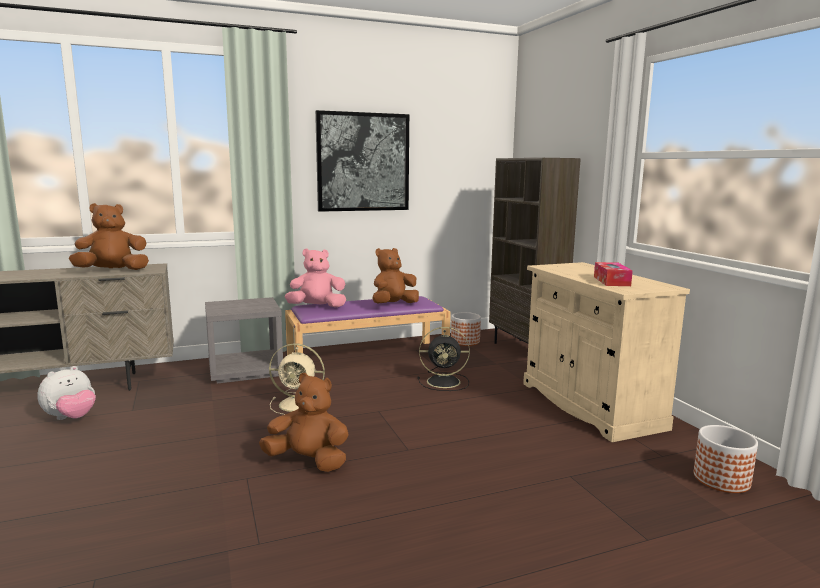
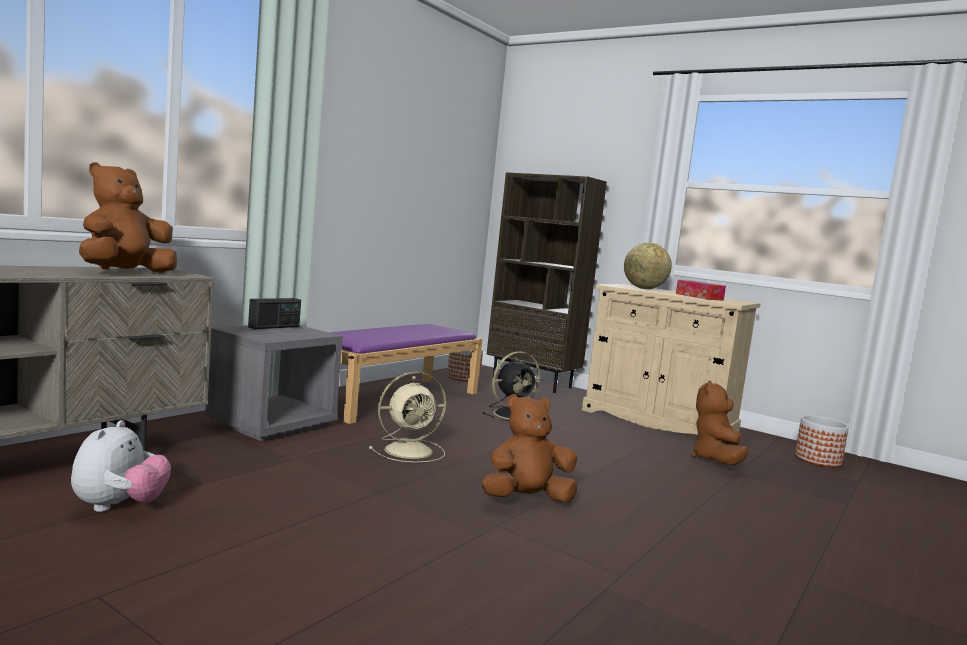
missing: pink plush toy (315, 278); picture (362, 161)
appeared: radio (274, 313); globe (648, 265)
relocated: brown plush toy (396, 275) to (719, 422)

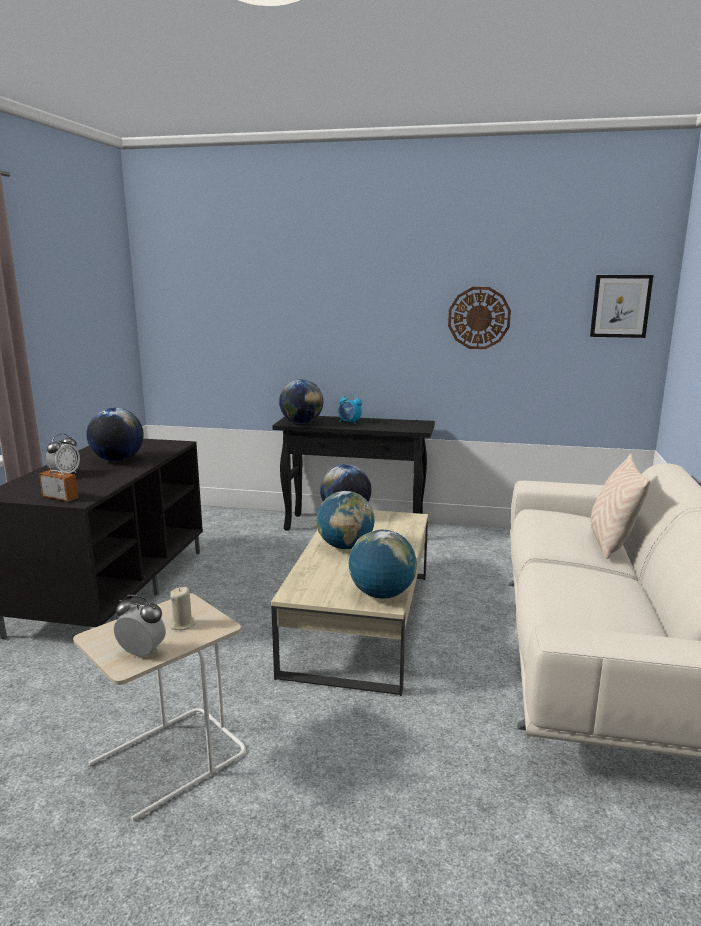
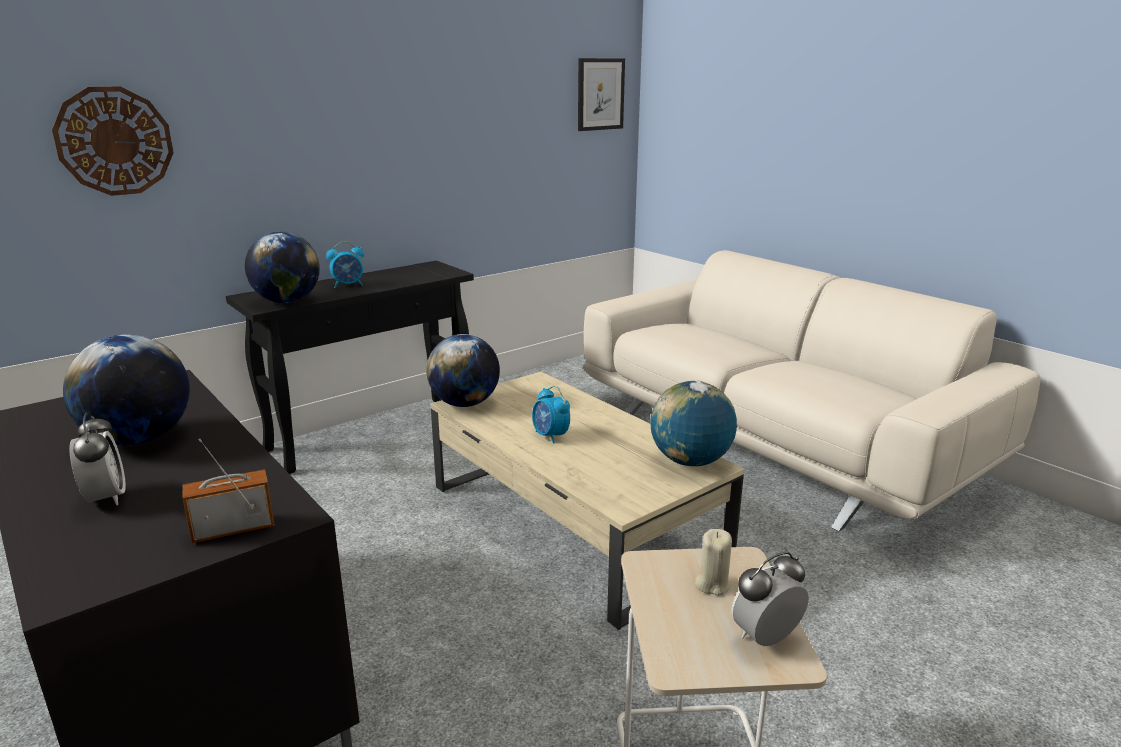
missing: beige pillow (620, 506)
relocated: wall clock (479, 318) to (113, 141)
exchanged: globe (345, 520) to alarm clock (551, 415)

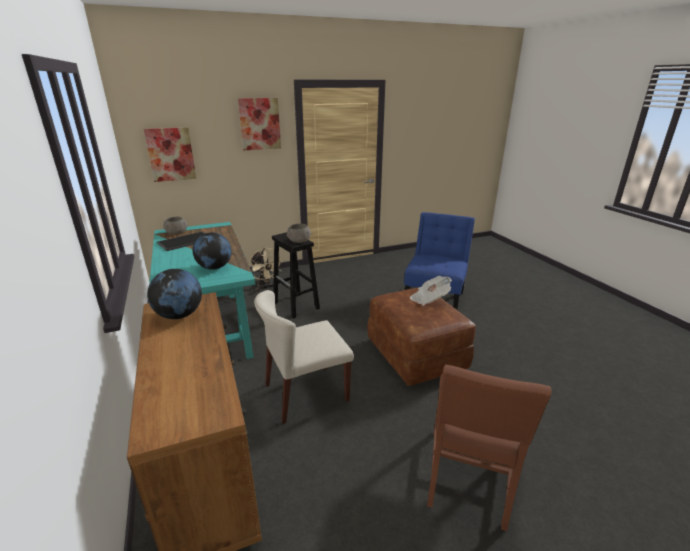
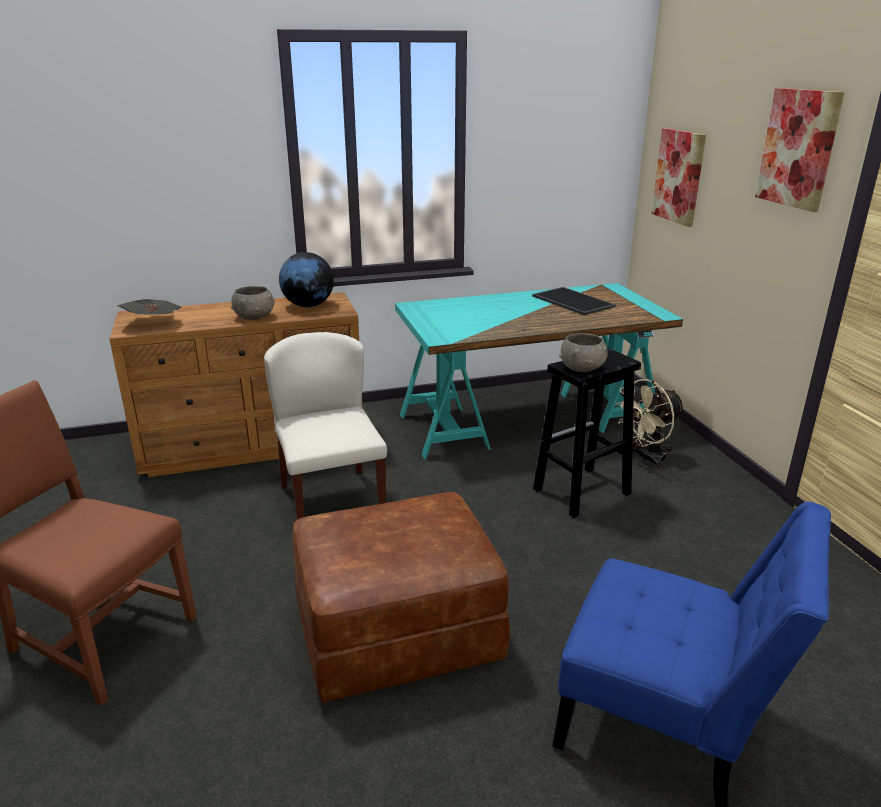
missing: globe (212, 251)
relocated: grey bowl (175, 226) to (253, 303); newspaper (431, 291) to (149, 307)

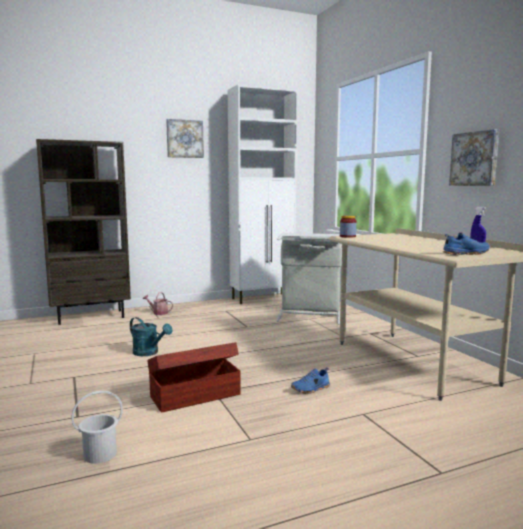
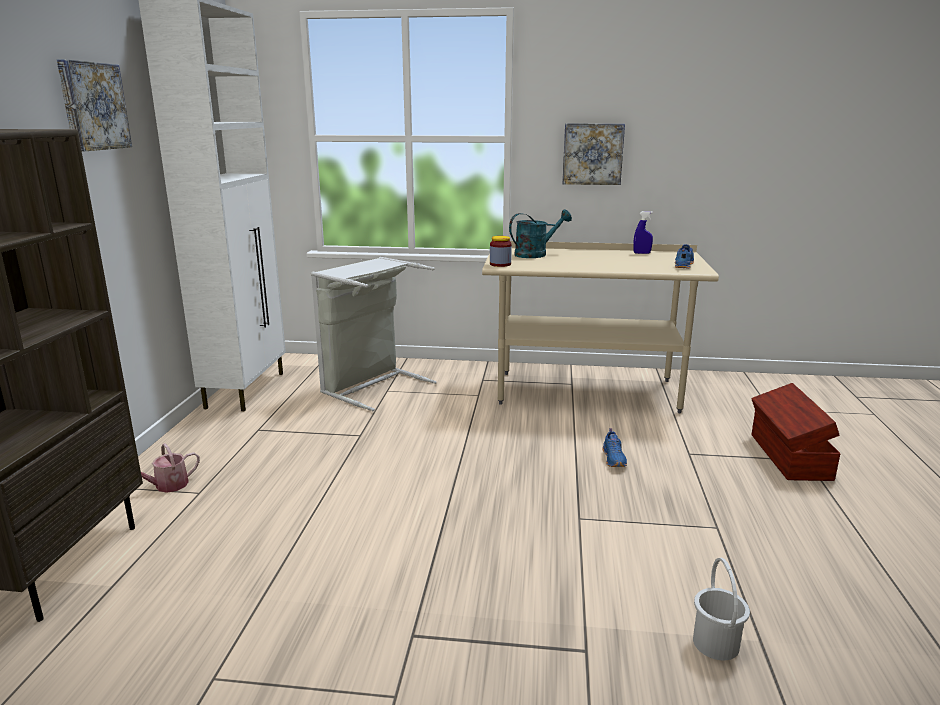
relocated: turquoise watering can (151, 336) to (540, 233); brown storage box (194, 377) to (796, 432)

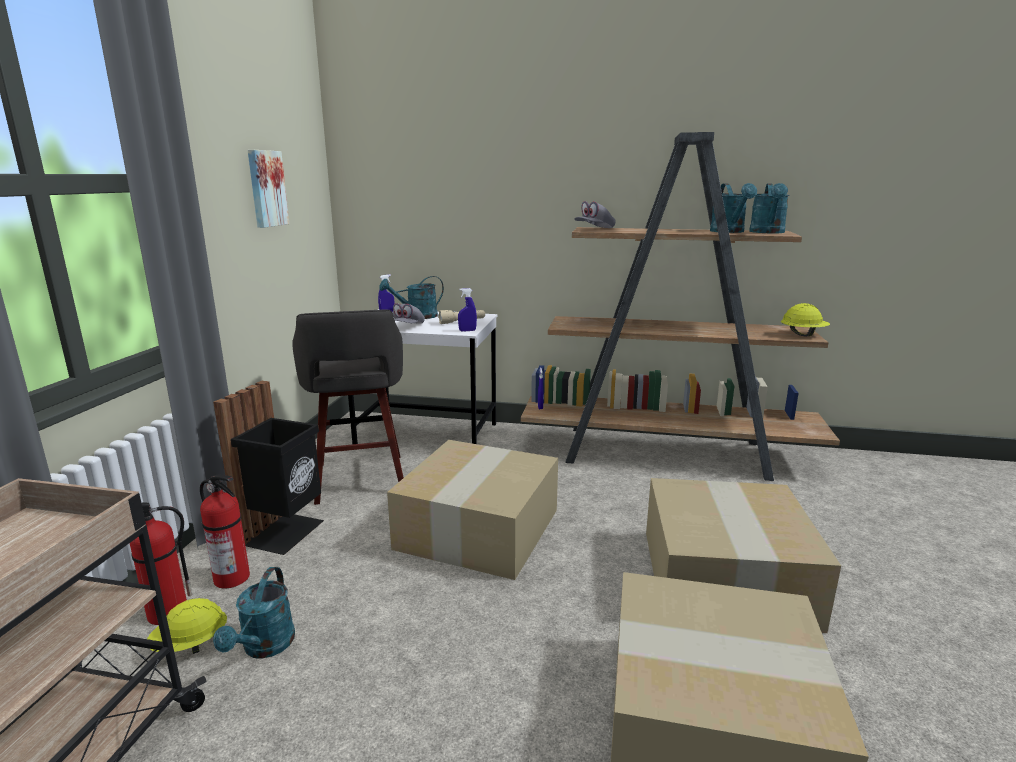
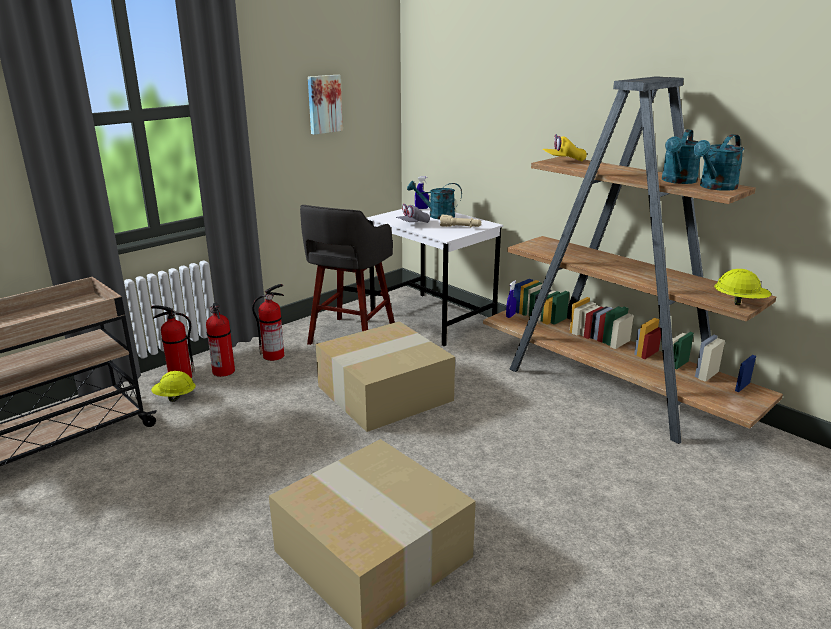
missing: turquoise watering can (254, 613); blue spray bottle (467, 309); cardboard box (743, 555)
exchanged: black trash can (268, 468) to fire extinguisher (268, 322)
colour: grey cap (595, 214) to yellow cap (565, 147)

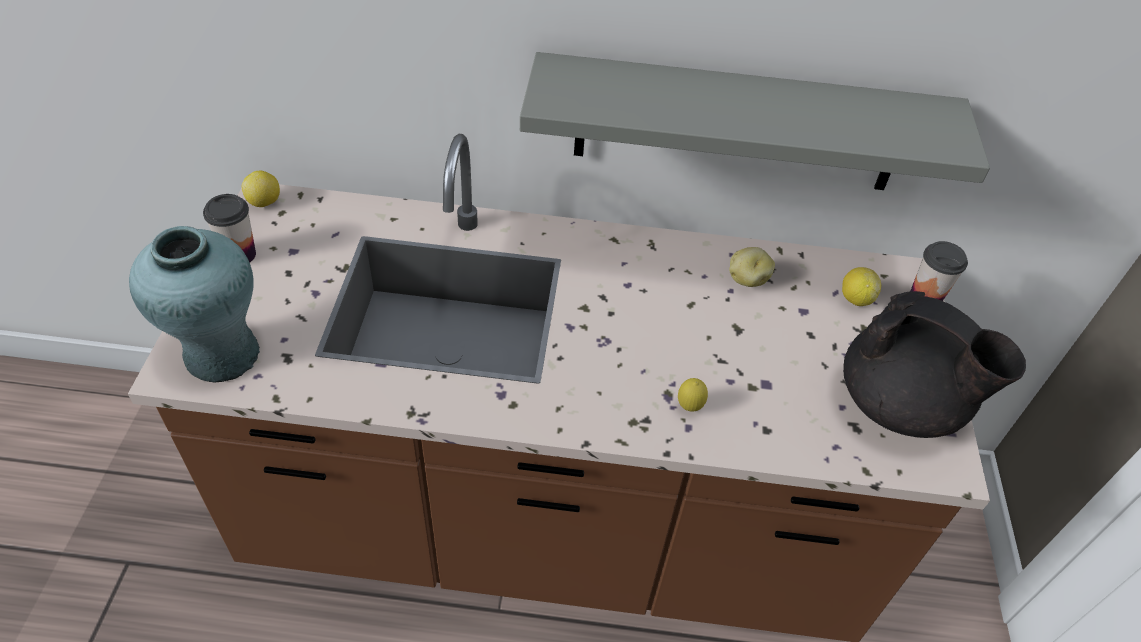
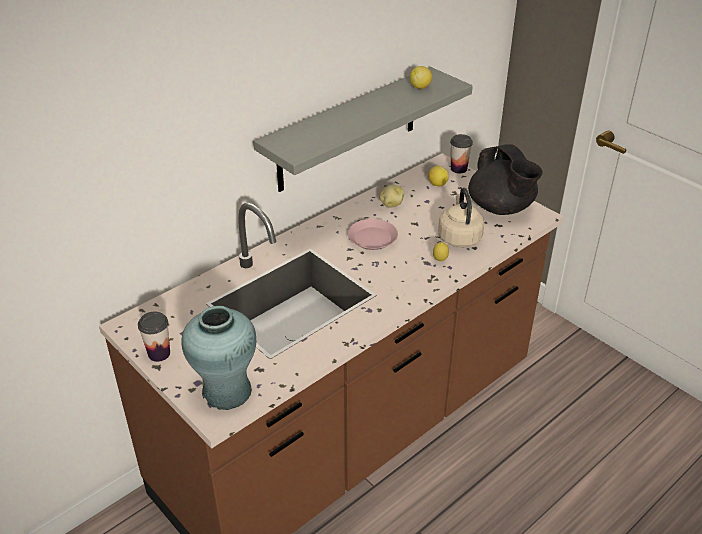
appeared: pink plate (373, 234); beige kettle (461, 217)
relocated: lemon (261, 189) to (421, 77)
spun: black teapot (934, 364) = (505, 179) 75 degrees clockwise

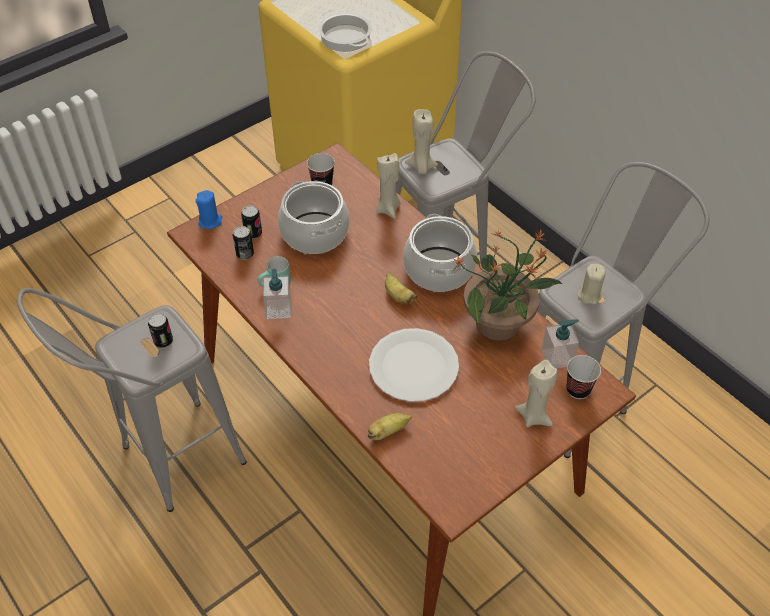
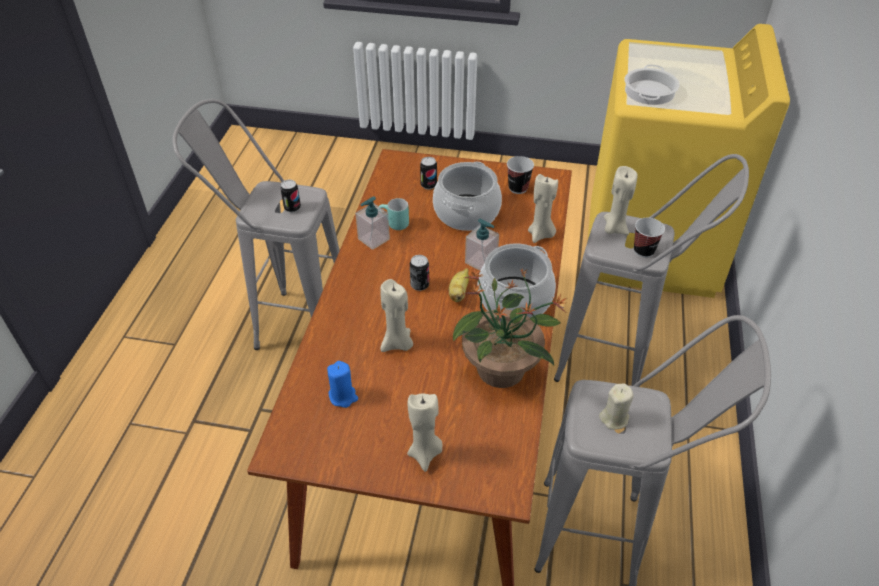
missing: banana (390, 426)
relocated: blue candle (208, 209) to (342, 384); can (243, 243) to (419, 273); soap dispenser (560, 344) to (482, 245); cup (583, 377) to (649, 238)
exchanged: white plate (414, 365) to beige candle (396, 315)

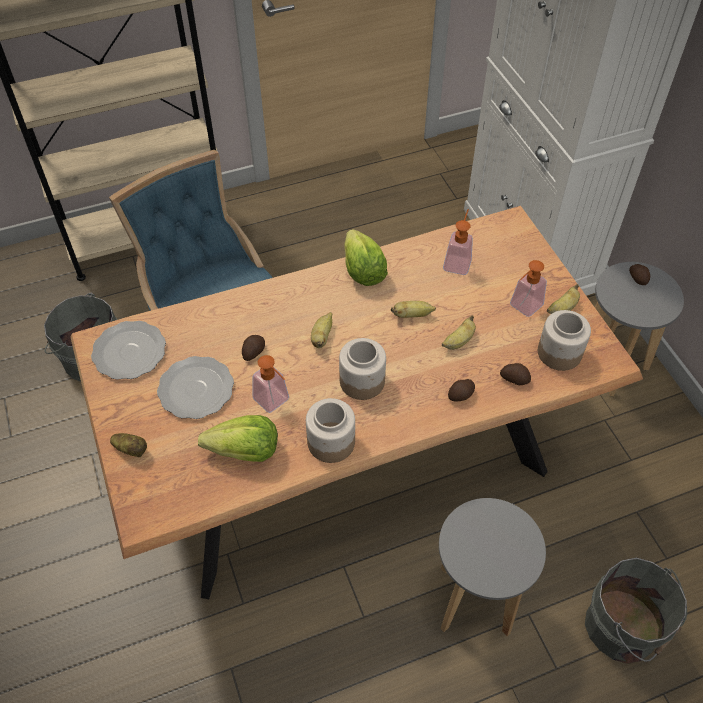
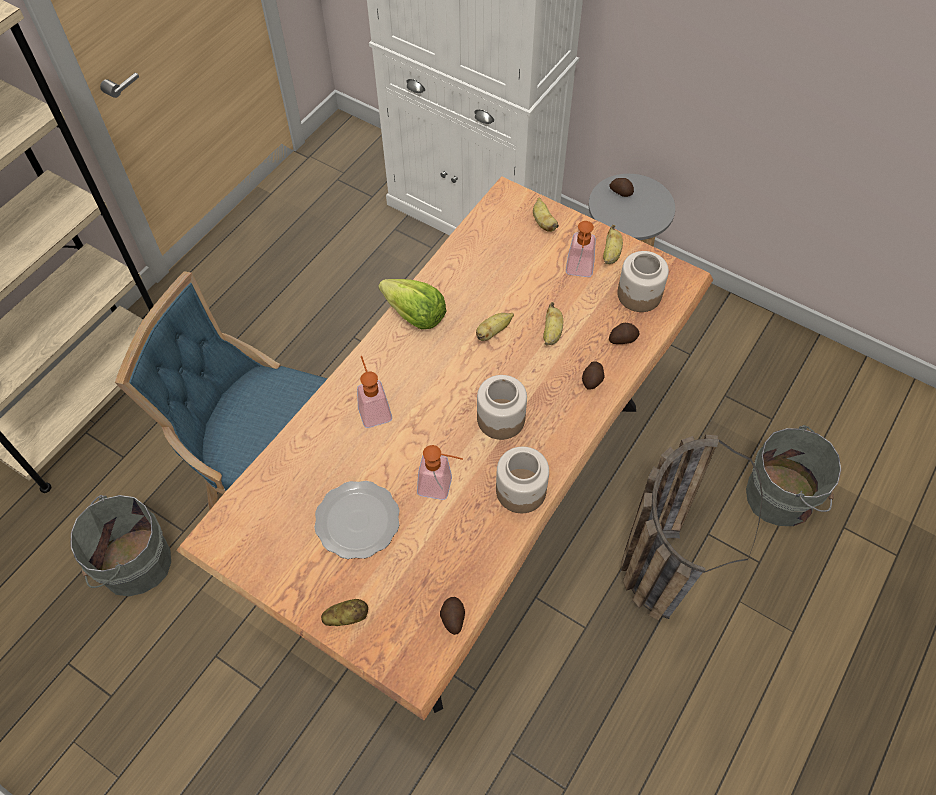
missing: plate (128, 350); lettuce (238, 438)
relocated: potato (253, 348) to (452, 616); banana (321, 330) to (546, 215); soap dispenser (458, 242) to (374, 392)
exchanged: grey stool (492, 567) to basket (692, 527)

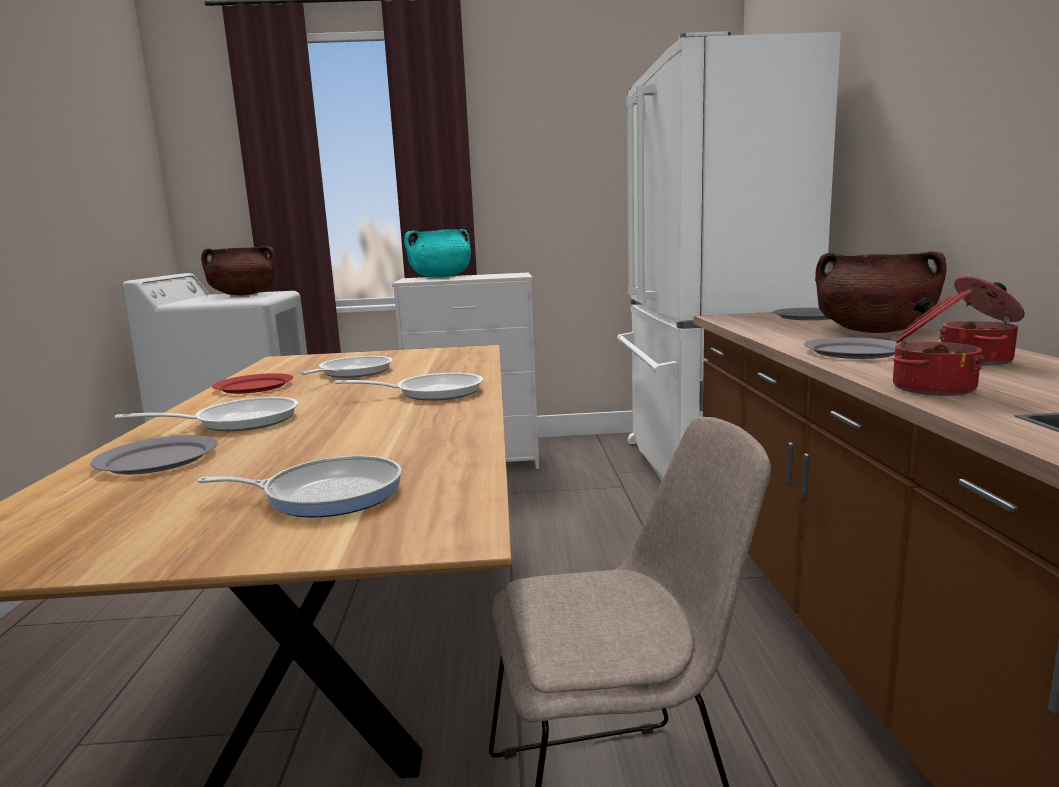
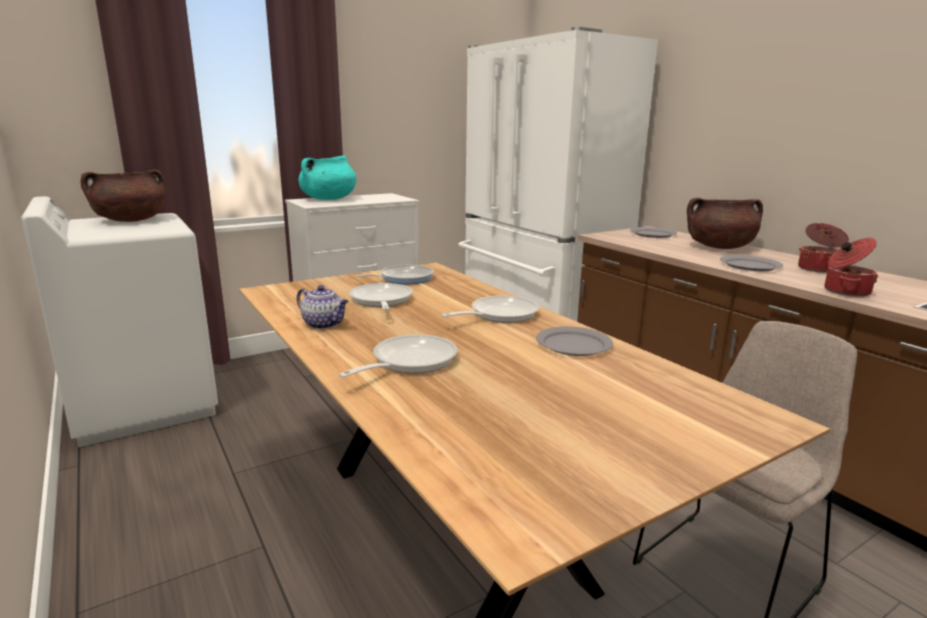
relocated: grey plate (154, 455) to (574, 341); frying pan (299, 486) to (395, 275)
exchanged: red plate (252, 383) to teapot (322, 307)

